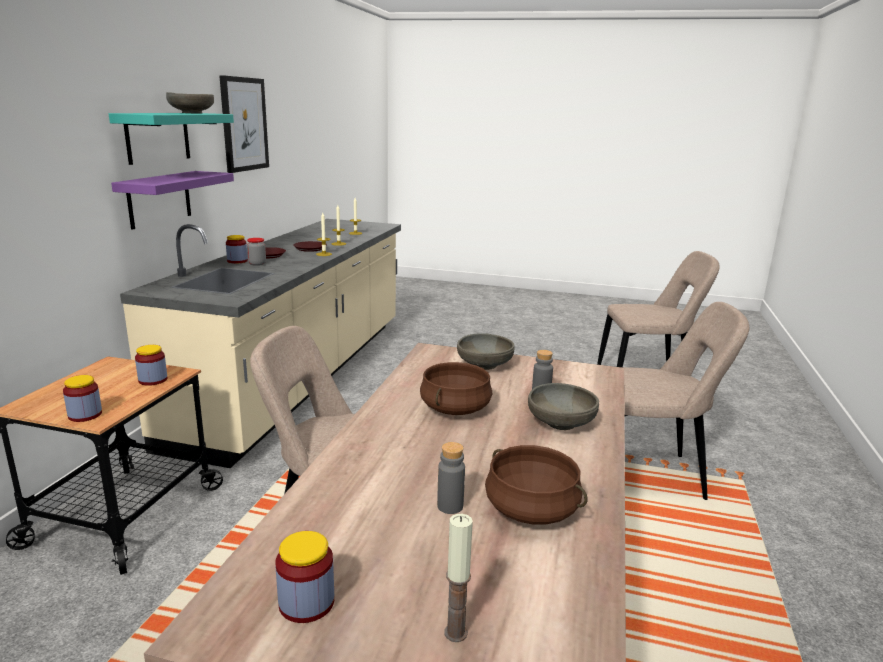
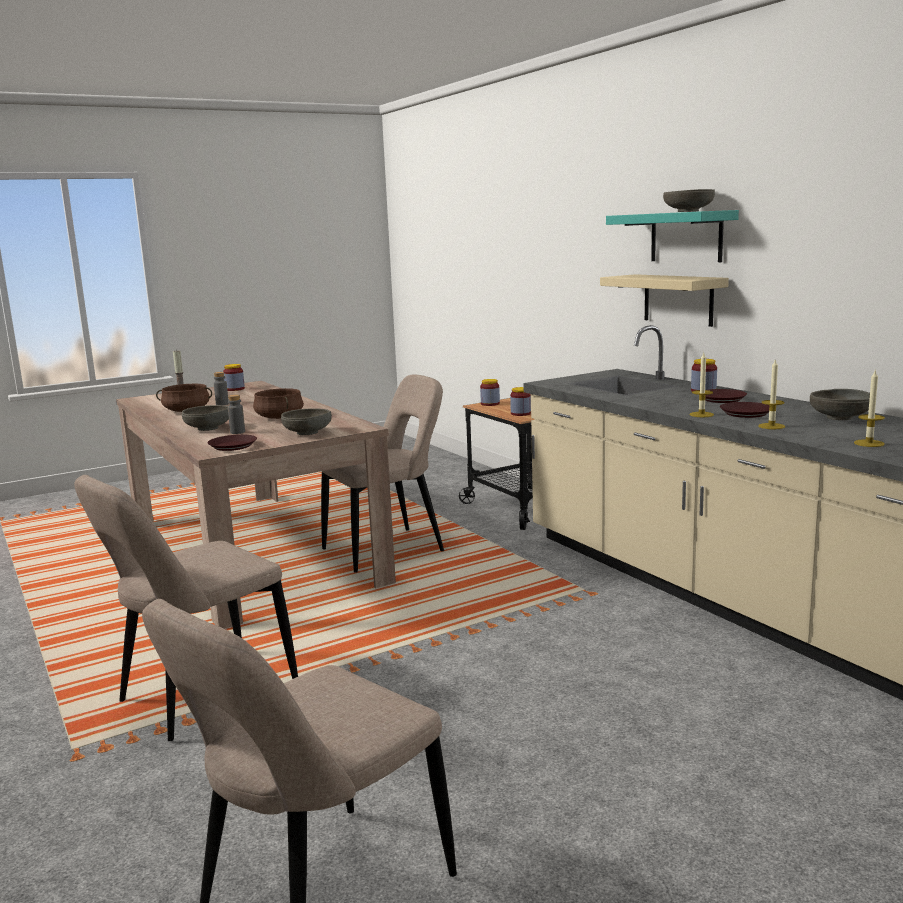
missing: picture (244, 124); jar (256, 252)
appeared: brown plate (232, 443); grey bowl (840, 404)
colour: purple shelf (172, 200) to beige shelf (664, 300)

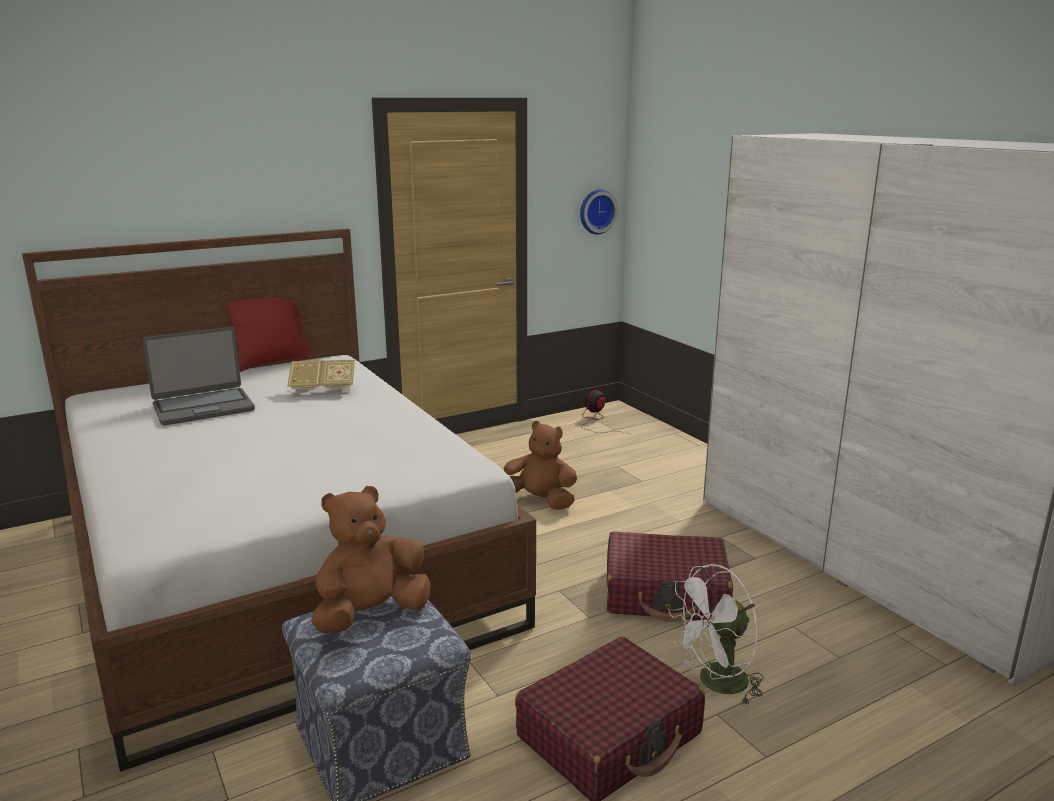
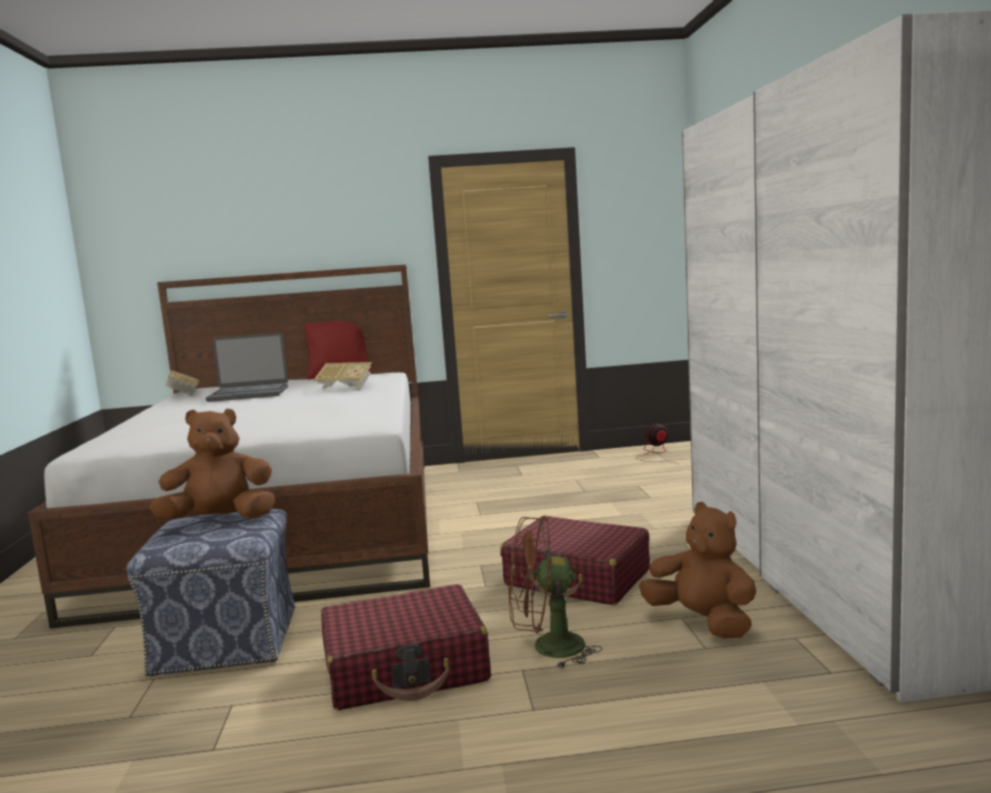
missing: wall clock (599, 212)
appeared: book (182, 382)
relocated: brown plush toy (540, 465) to (697, 570)
colour: white fan (715, 634) to brown fan (555, 592)

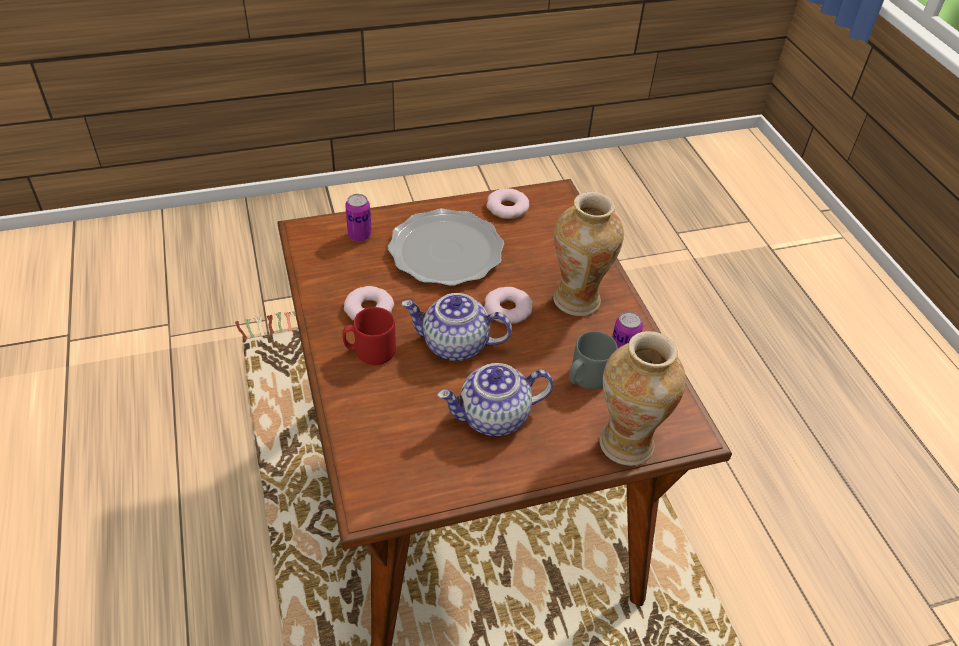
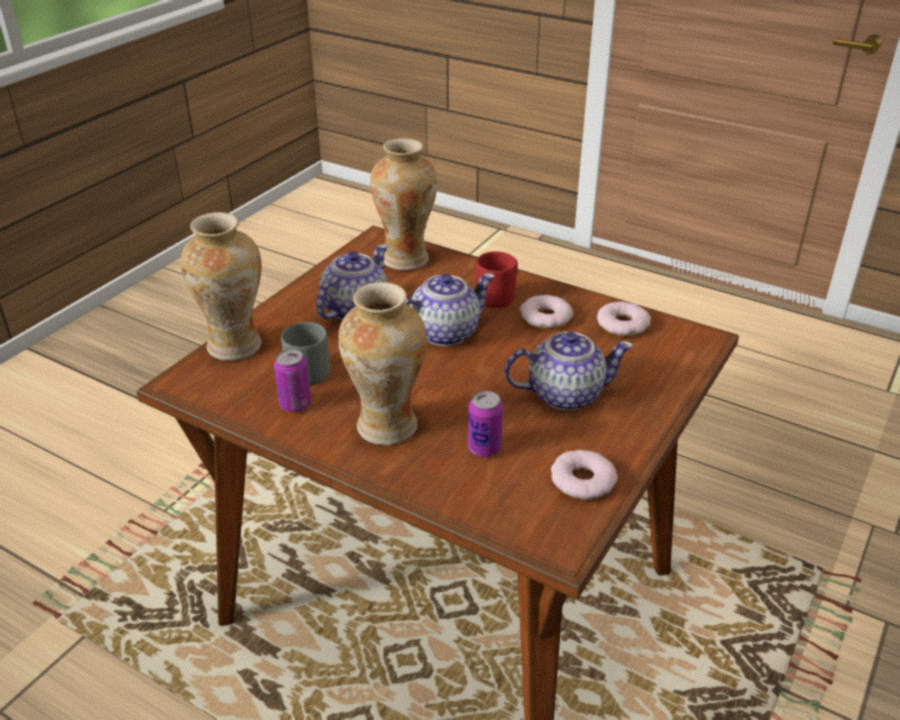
appeared: vase (404, 204)
relocated: can (358, 217) to (485, 424); donut (508, 305) to (624, 319)
exchanged: plate (446, 247) to teapot (568, 371)

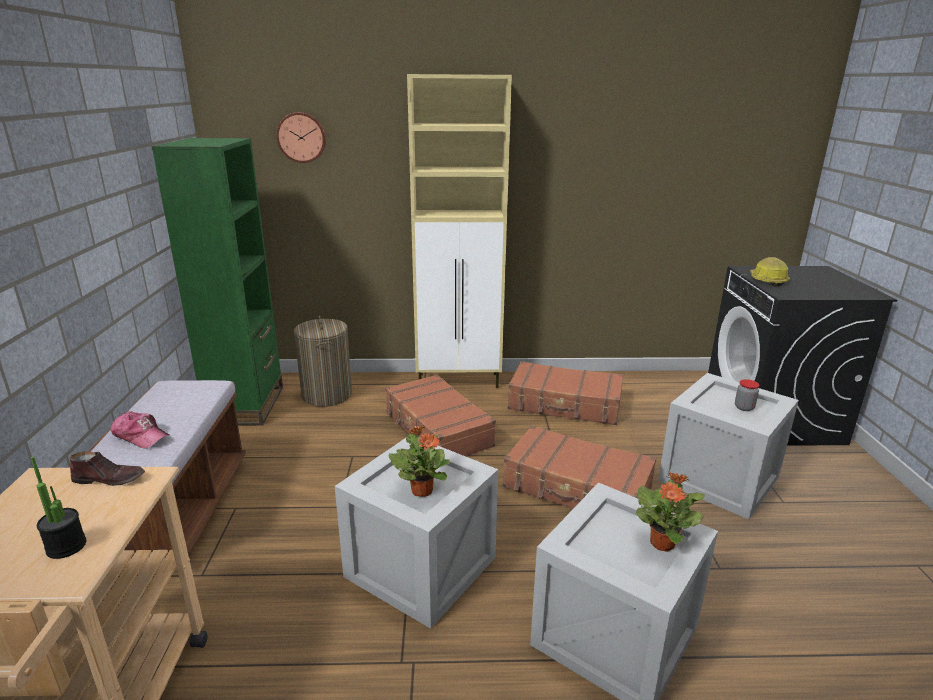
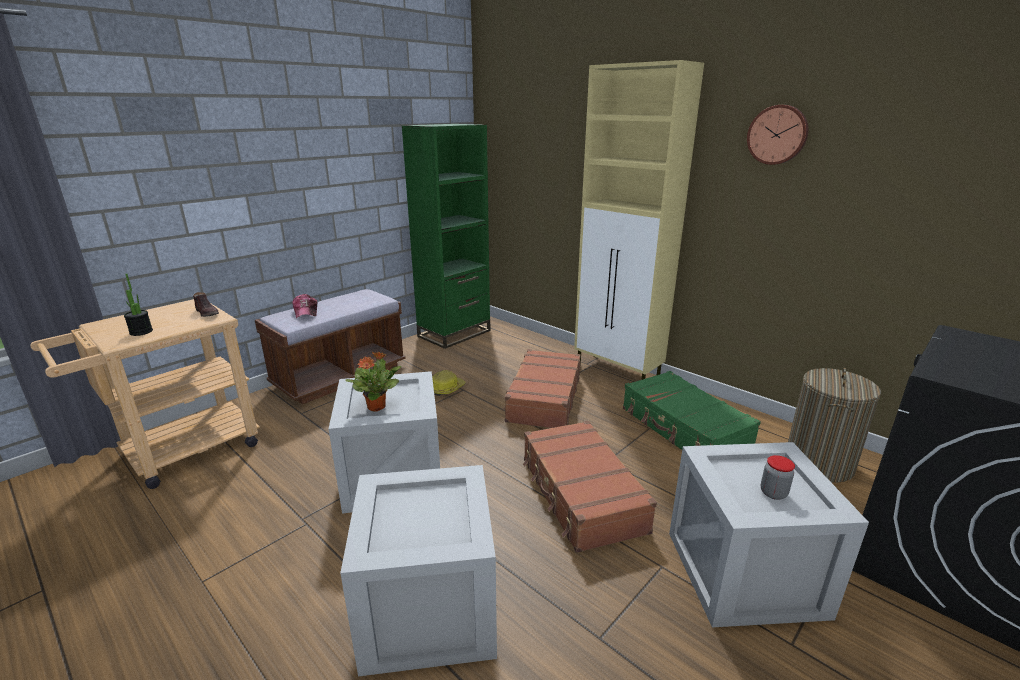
missing: potted plant (670, 512)
relocated: wall clock (301, 137) to (777, 135); laundry basket (323, 361) to (834, 425); hard hat (770, 272) to (449, 383)
colour: brown suitcase (565, 393) to green suitcase (692, 410)

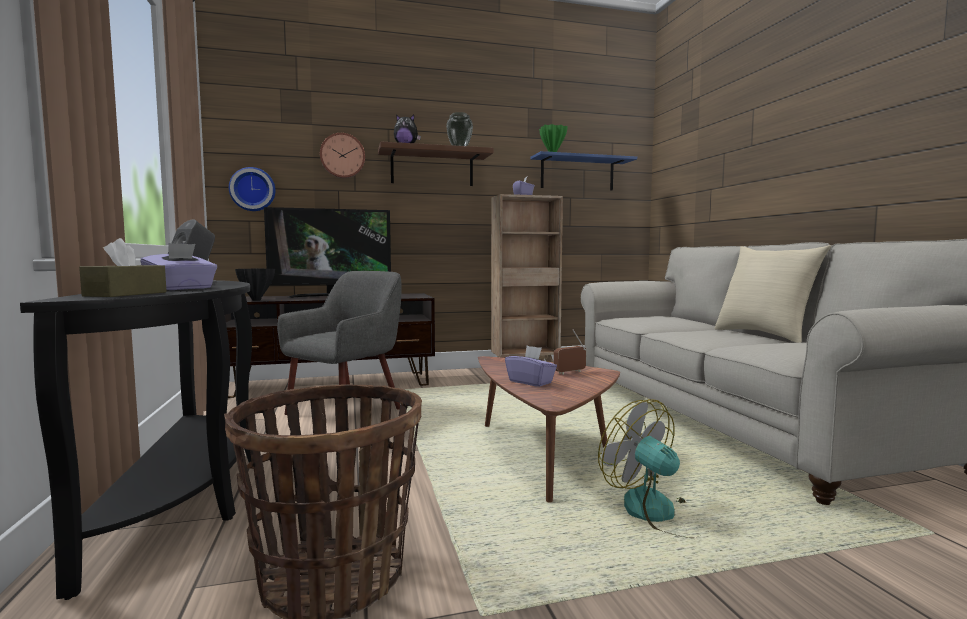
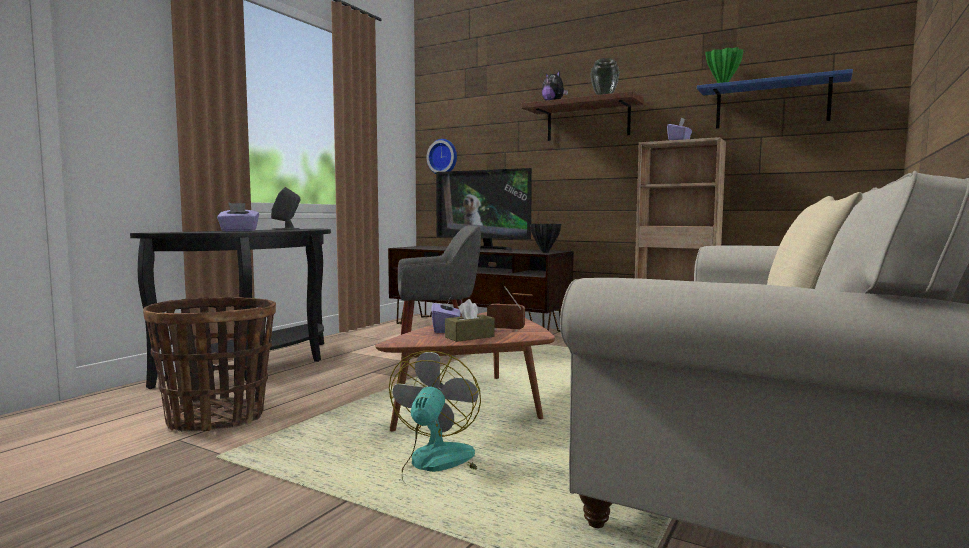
missing: wall clock (342, 155)
relocated: brown tissue box (123, 267) to (470, 320); black vase (255, 284) to (545, 238)

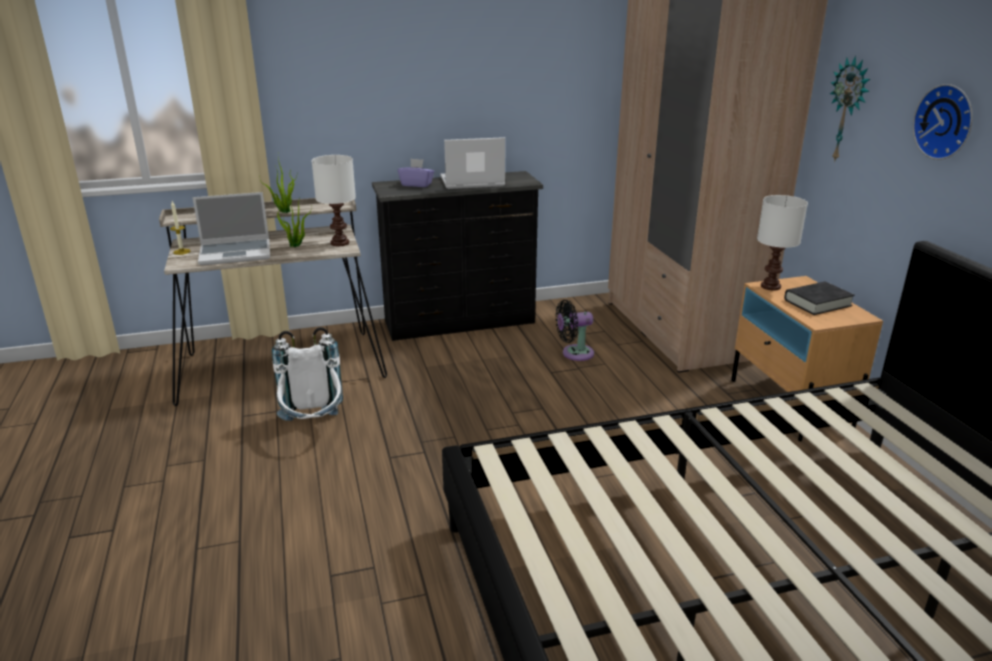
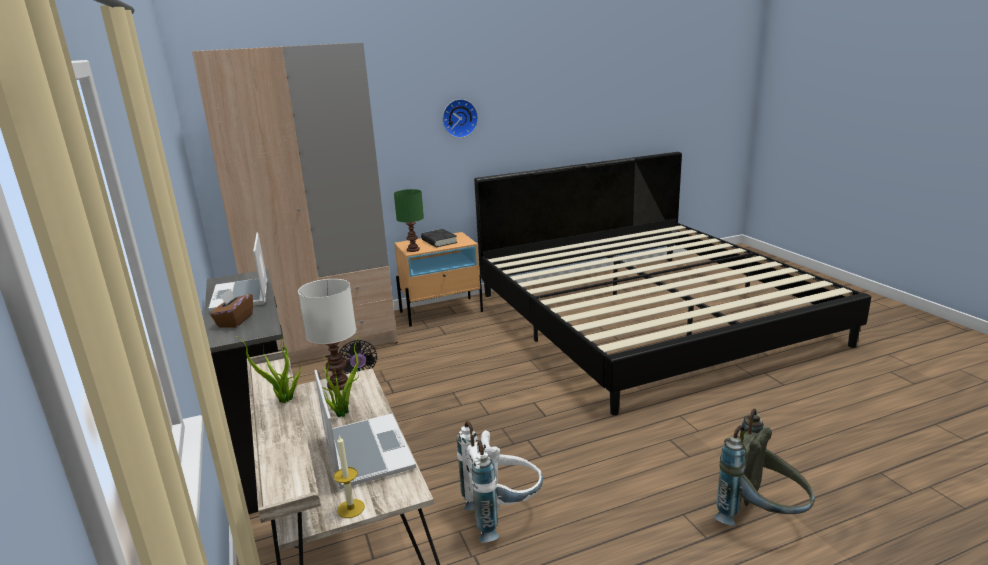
missing: wall clock (850, 109)
appeared: grey backpack (764, 467)
colour: purple tissue box (416, 173) to brown tissue box (231, 308); white table lamp (782, 242) to green table lamp (409, 220)

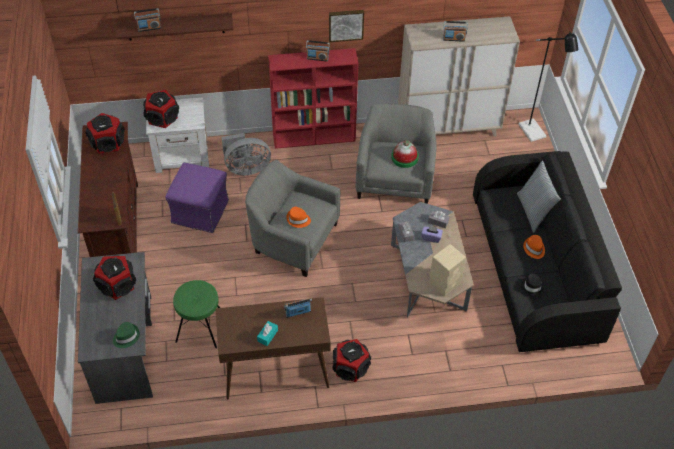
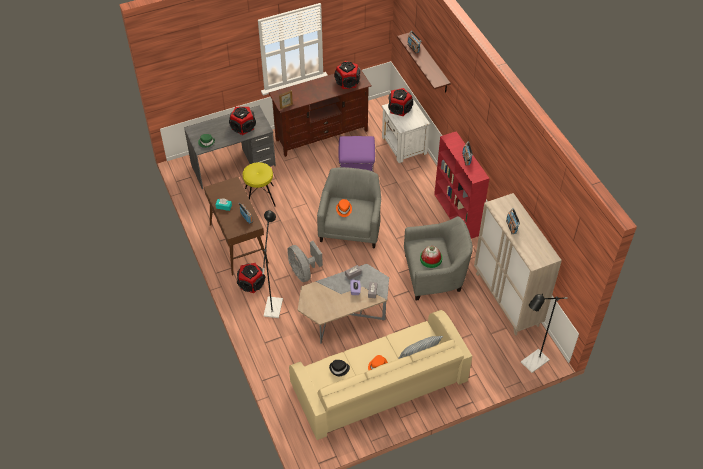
missing: picture (346, 26); beige speaker (447, 270)
appeared: black floor lamp (272, 264)
relocated: grey fan (246, 154) to (305, 261)
colour: green stool (196, 314) to yellow stool (259, 184); black sofa (547, 251) to beige sofa (380, 375)

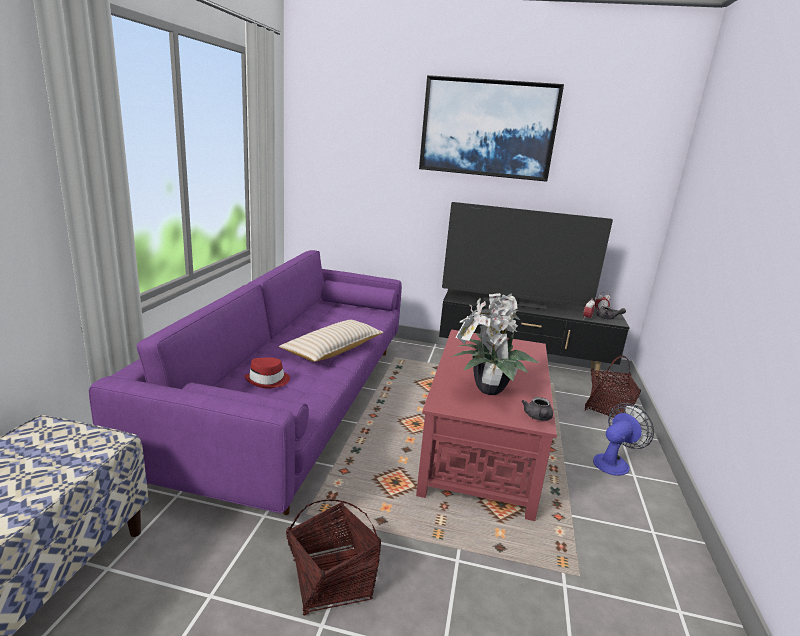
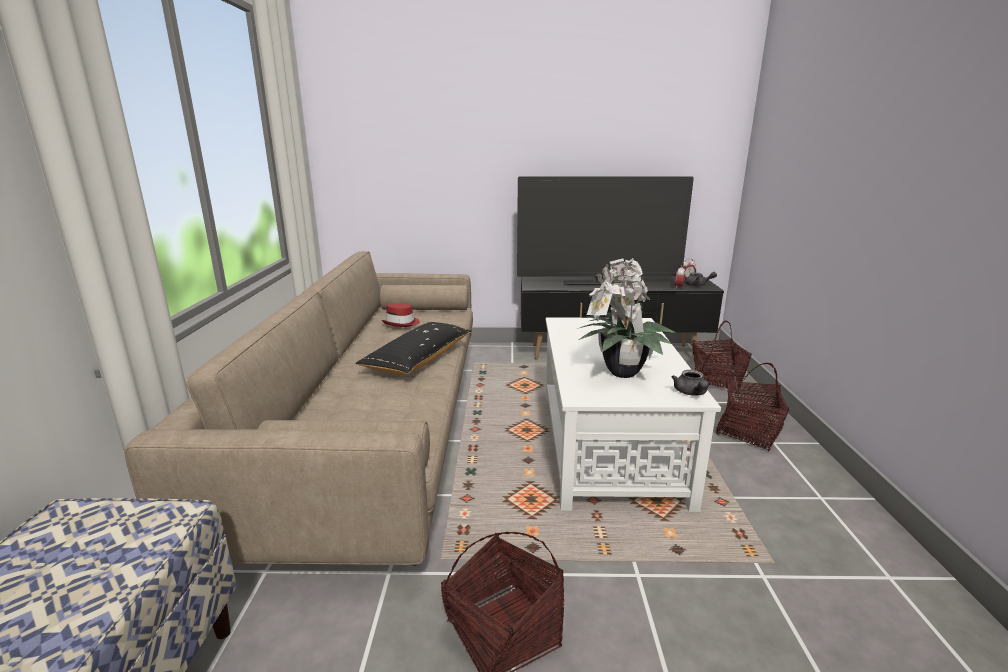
missing: picture (491, 128)
relocated: red hat (267, 373) to (401, 315)
exchanged: fan (623, 439) to basket (752, 407)
colour: purple sofa (245, 382) to beige sofa (298, 408); beige pillow (331, 341) to black pillow (414, 348); red coffee table (486, 425) to white coffee table (633, 414)

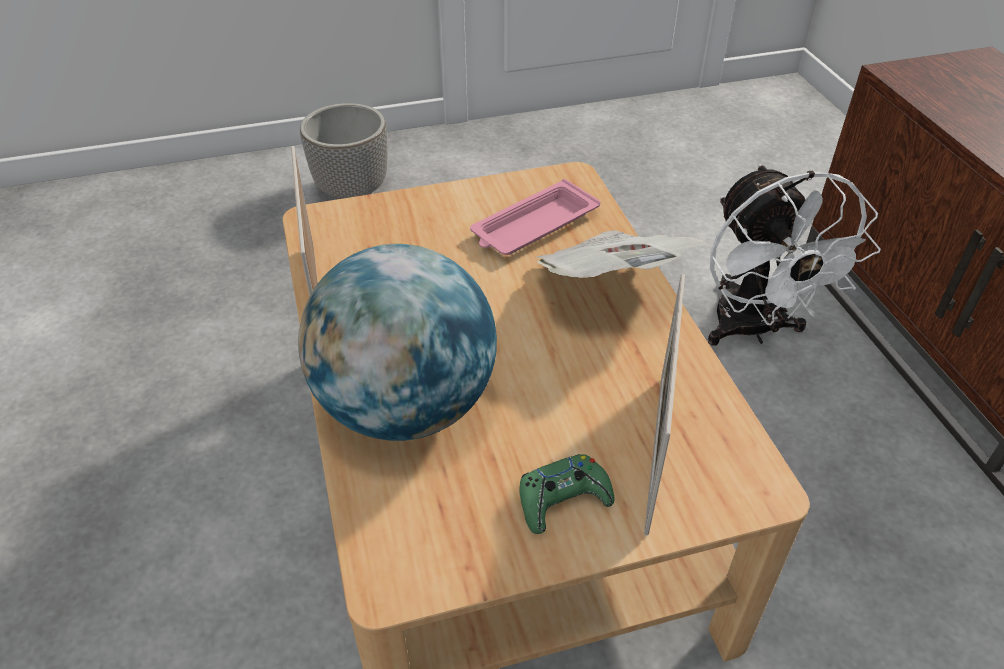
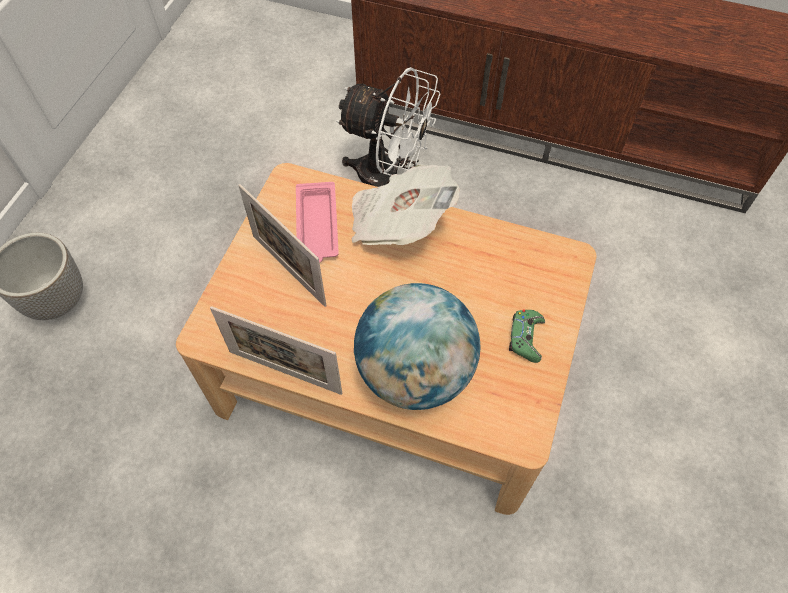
relocated: picture frame (664, 405) to (282, 245)

